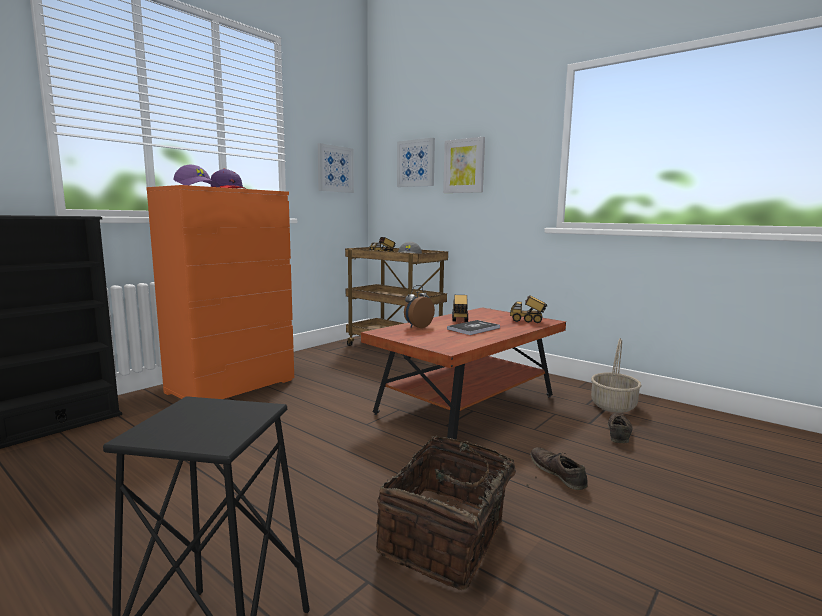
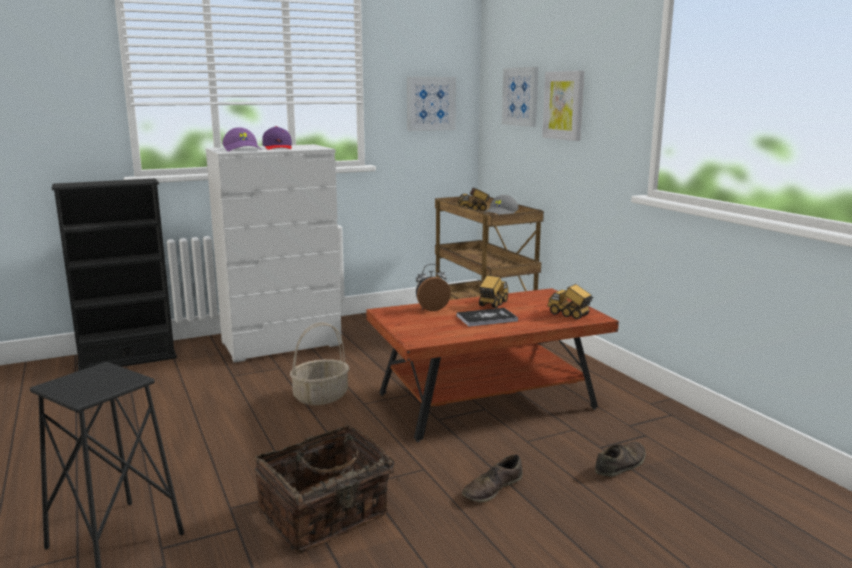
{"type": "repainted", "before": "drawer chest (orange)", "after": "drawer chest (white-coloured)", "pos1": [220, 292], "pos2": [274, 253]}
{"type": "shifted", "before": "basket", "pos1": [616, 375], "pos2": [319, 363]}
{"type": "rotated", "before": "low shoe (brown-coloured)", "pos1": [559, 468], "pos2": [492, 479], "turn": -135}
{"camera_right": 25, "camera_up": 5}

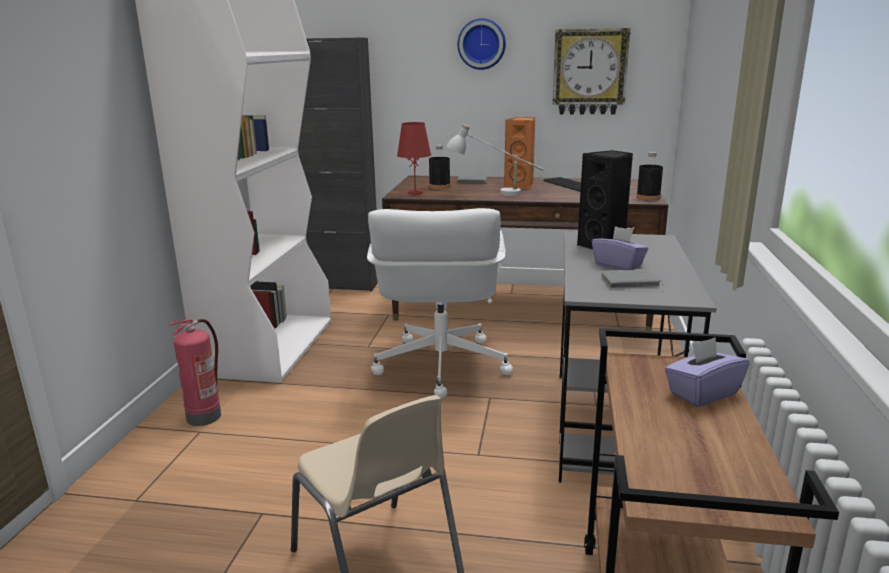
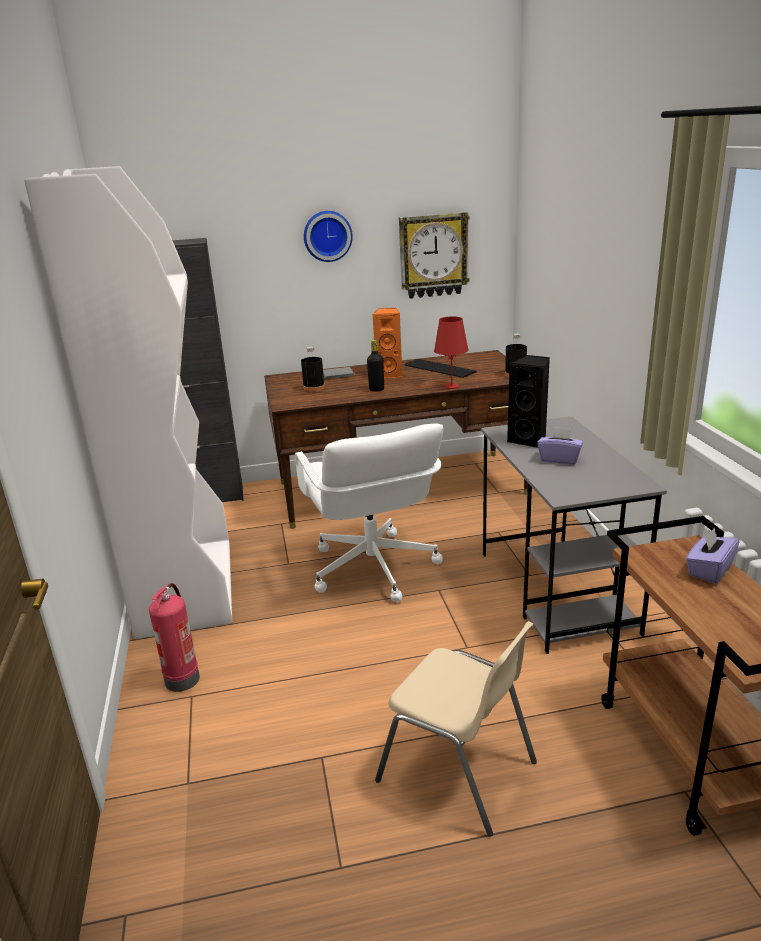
{"type": "swapped", "before": "tabletop lamp (white-coloured)", "after": "drink bottle (black)", "pos1": [495, 160], "pos2": [375, 366]}
{"type": "shifted", "before": "tabletop lamp (red)", "pos1": [414, 158], "pos2": [451, 352]}
{"type": "gone", "before": "book (grey)", "pos1": [632, 278]}
{"camera_right": -20, "camera_up": 5}

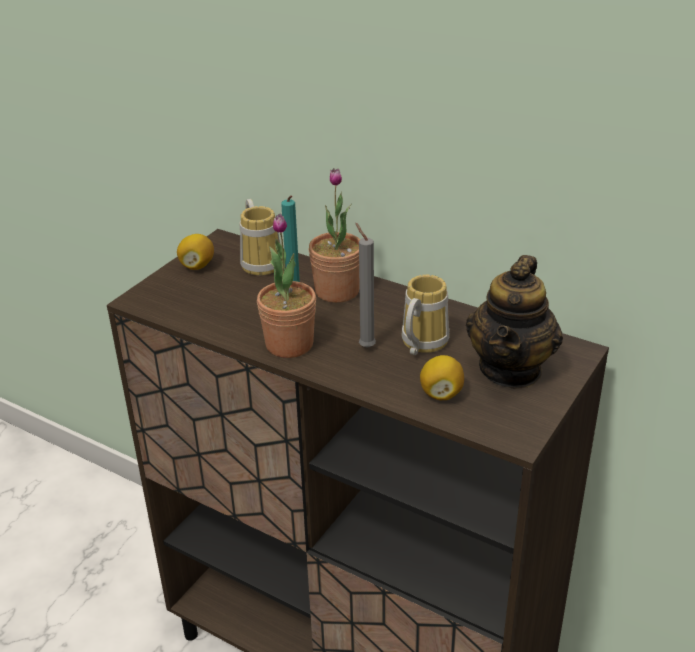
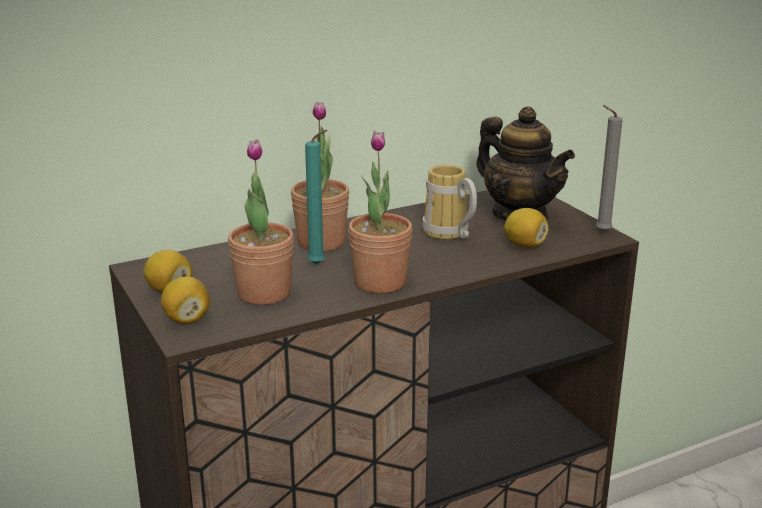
{"type": "new", "after": "lemon", "pos2": [185, 300]}
{"type": "new", "after": "houseplant", "pos2": [261, 222]}
{"type": "shifted", "before": "candle (grey)", "pos1": [365, 285], "pos2": [609, 168]}
{"type": "gone", "before": "coffee mug", "pos1": [260, 237]}
{"camera_right": -60, "camera_up": -10}

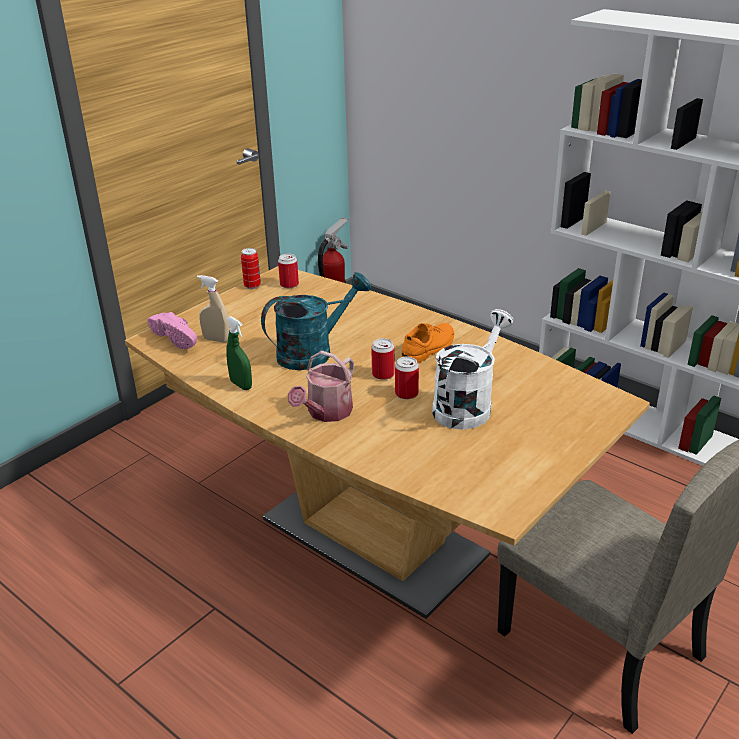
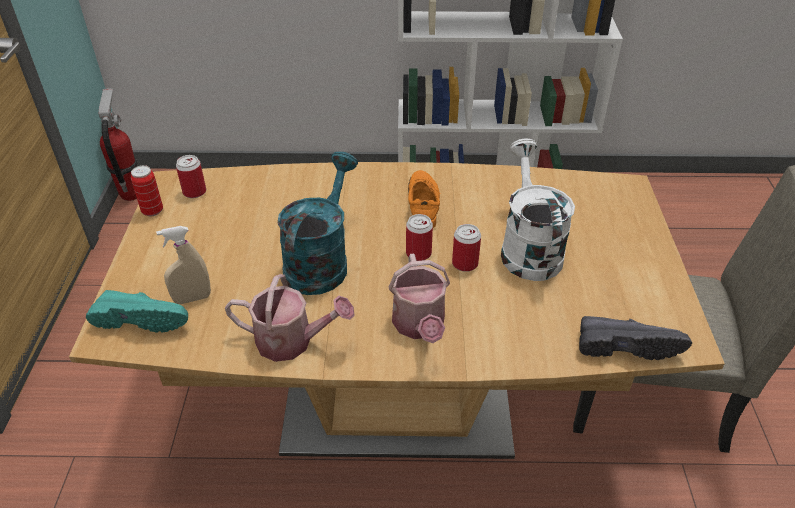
{"type": "repainted", "before": "low shoe (pinkish)", "after": "low shoe (blue-green)", "pos1": [172, 330], "pos2": [137, 311]}
{"type": "swapped", "before": "sprayer (greenish)", "after": "sprinkling can", "pos1": [239, 353], "pos2": [290, 318]}
{"type": "new", "after": "low shoe (black)", "pos2": [635, 338]}
{"camera_right": -40, "camera_up": 10}

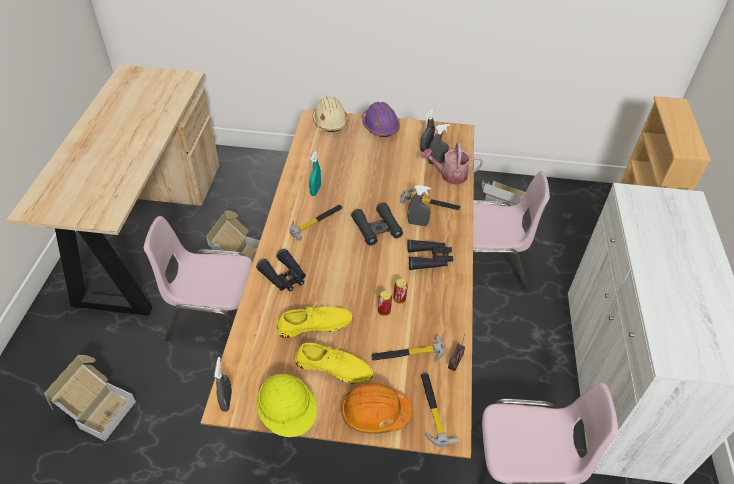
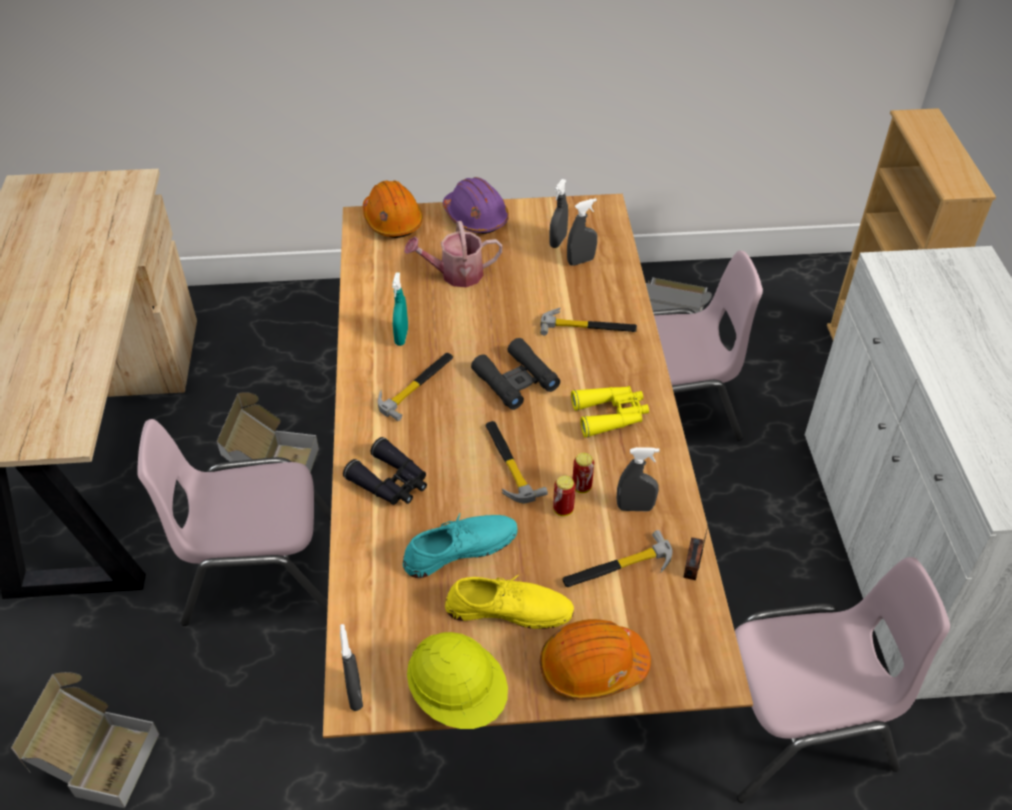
{"type": "repainted", "before": "safety helmet (beige-coloured)", "after": "safety helmet (orange)", "pos1": [330, 114], "pos2": [393, 209]}
{"type": "repainted", "before": "low shoe (yellow-coloured)", "after": "low shoe (blue-green)", "pos1": [314, 321], "pos2": [460, 545]}
{"type": "shifted", "before": "sprinkling can", "pos1": [452, 164], "pos2": [453, 254]}
{"type": "shifted", "before": "hand hammer", "pos1": [439, 410], "pos2": [516, 462]}
{"type": "repainted", "before": "pair of binoculars (black)", "after": "pair of binoculars (yellow-coloured)", "pos1": [430, 254], "pos2": [610, 412]}
{"type": "shifted", "before": "sprayer (grey)", "pos1": [419, 205], "pos2": [638, 479]}
{"camera_right": -10, "camera_up": 0}

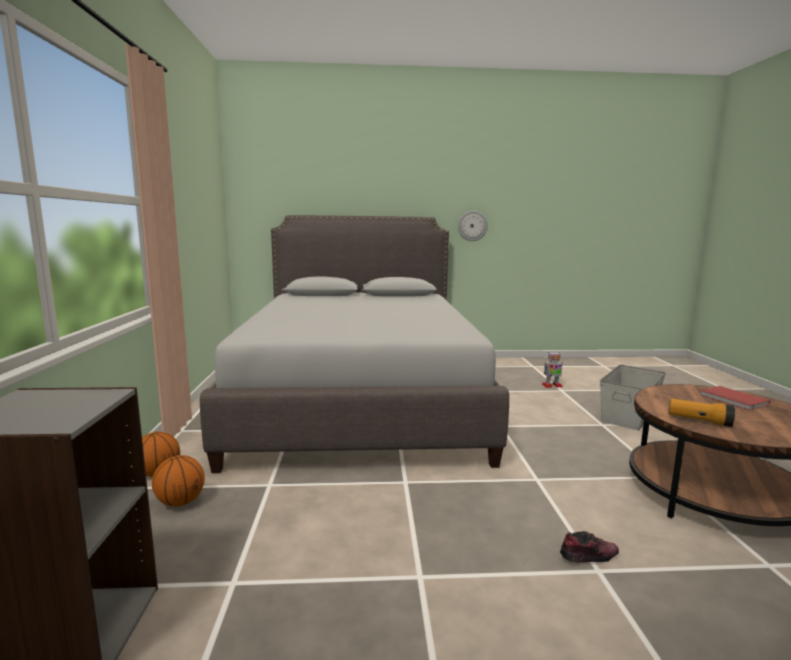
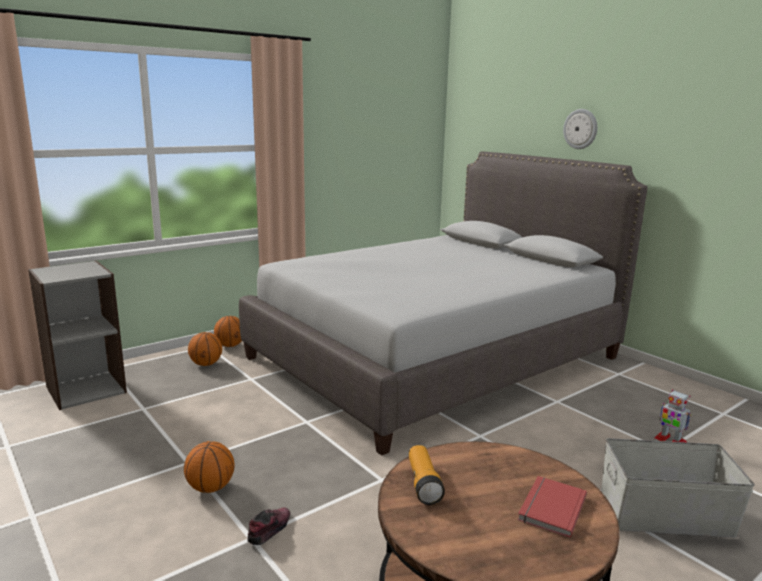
{"type": "new", "after": "ball for basketball", "pos2": [209, 467]}
{"type": "rotated", "before": "low shoe", "pos1": [589, 546], "pos2": [268, 526], "turn": -105}
{"type": "shifted", "before": "hanging clock", "pos1": [473, 225], "pos2": [580, 129]}
{"camera_right": 55, "camera_up": 5}

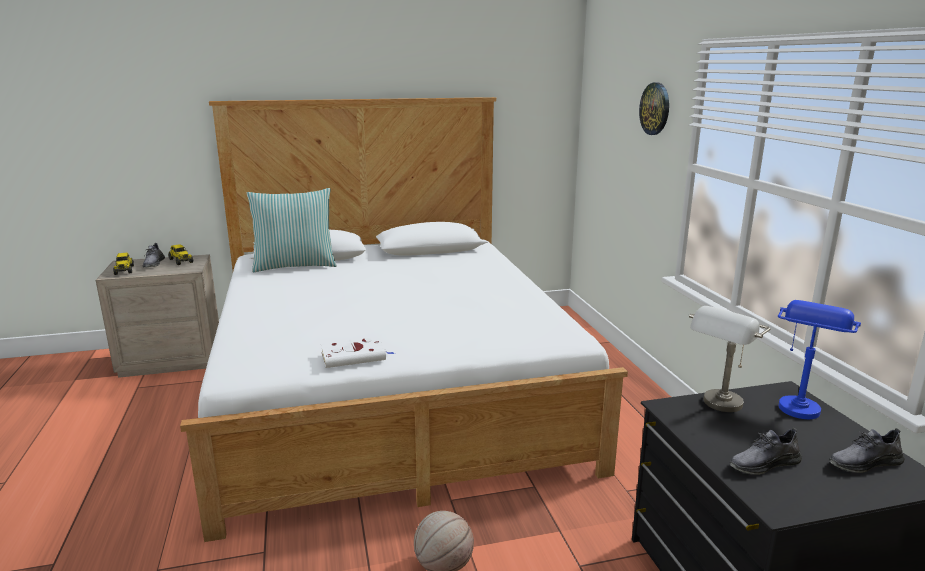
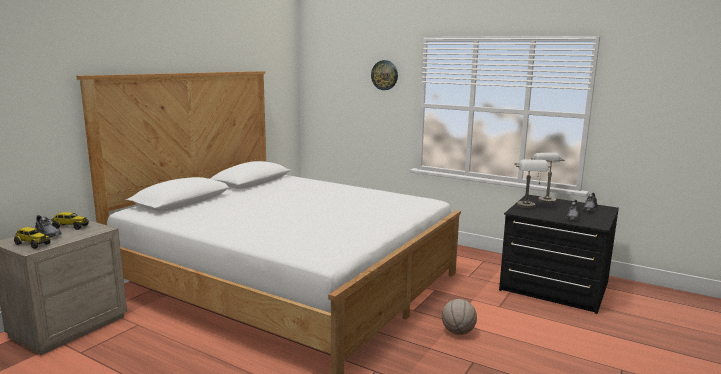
{"type": "repainted", "before": "tabletop lamp (blue-coloured)", "after": "tabletop lamp (grey)", "pos1": [819, 359], "pos2": [548, 178]}
{"type": "gone", "before": "cushion", "pos1": [292, 230]}
{"type": "gone", "before": "book (white-coloured)", "pos1": [358, 352]}
{"camera_right": -45, "camera_up": -5}

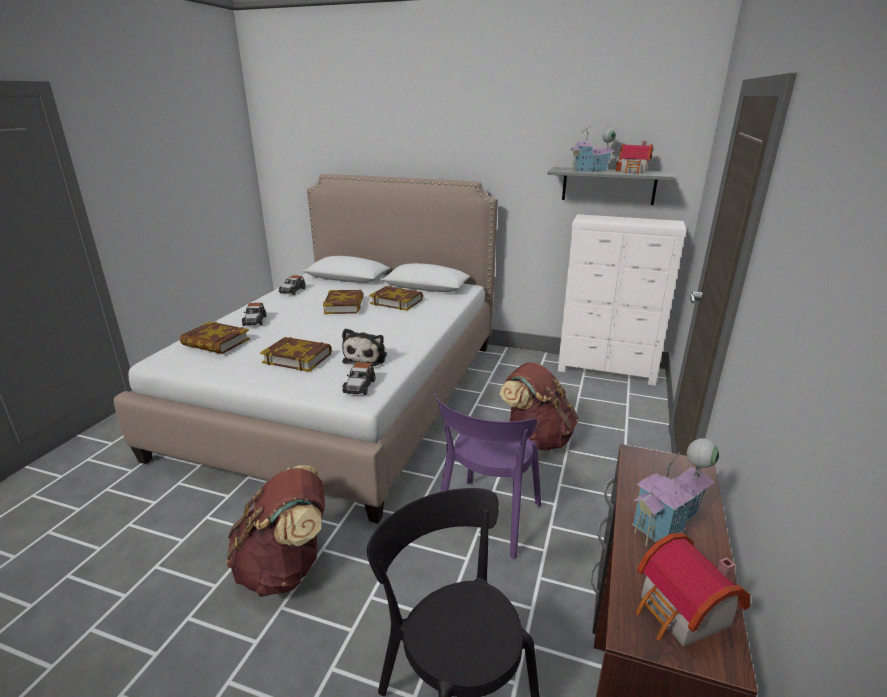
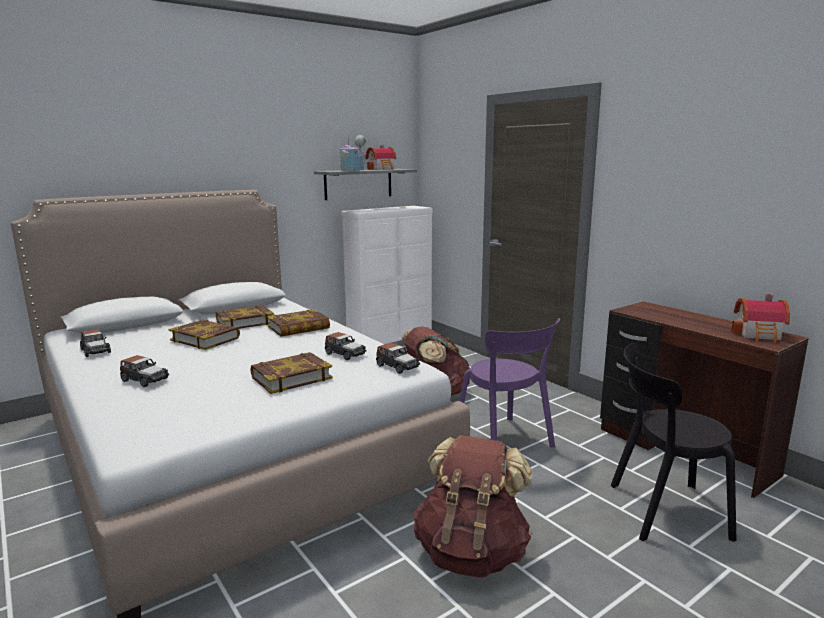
{"type": "shifted", "before": "book", "pos1": [215, 337], "pos2": [298, 323]}
{"type": "swapped", "before": "cuddly toy", "after": "model car", "pos1": [364, 347], "pos2": [346, 346]}
{"type": "gone", "before": "miniature house", "pos1": [675, 492]}
{"camera_right": -55, "camera_up": -10}

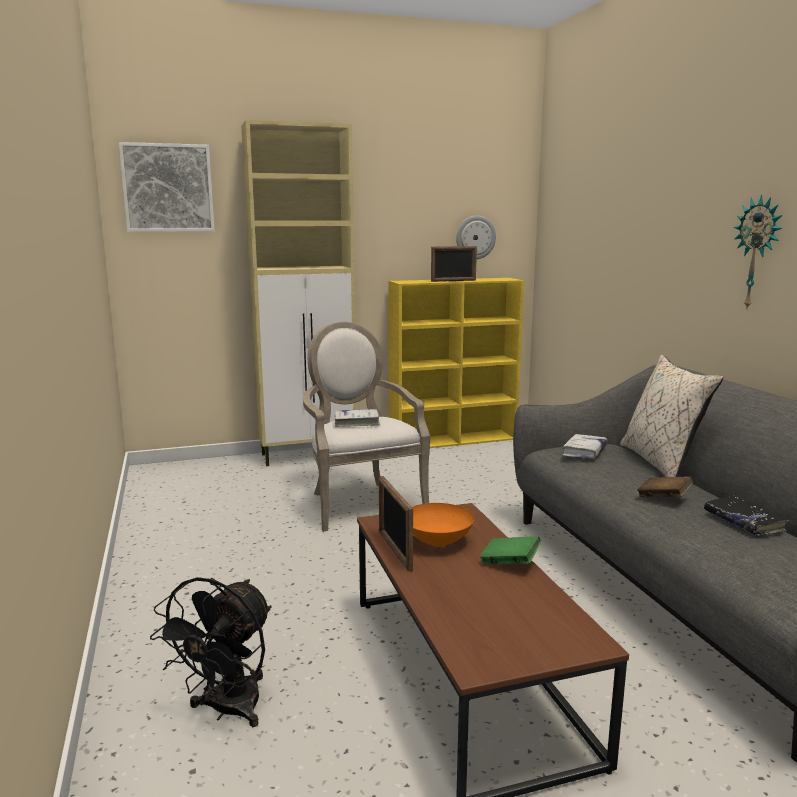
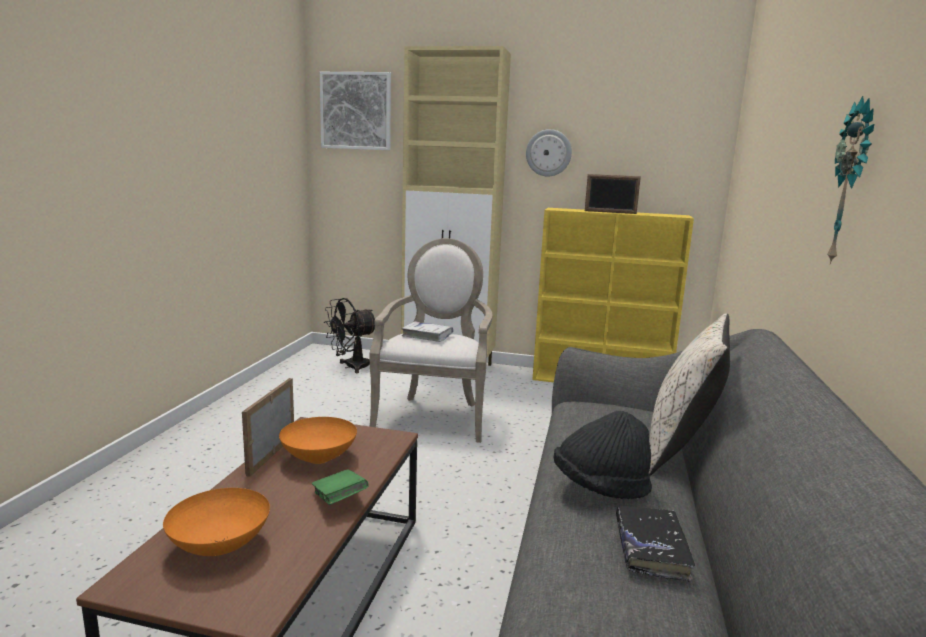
{"type": "new", "after": "deep dish (orange)", "pos2": [216, 522]}
{"type": "shifted", "before": "cooling fan (black)", "pos1": [211, 652], "pos2": [349, 335]}
{"type": "shifted", "before": "hanging clock", "pos1": [476, 238], "pos2": [549, 153]}
{"type": "swapped", "before": "book (brown-coloured)", "after": "clothing hat (black)", "pos1": [665, 486], "pos2": [602, 455]}
{"type": "gone", "before": "book (white-coloured)", "pos1": [585, 446]}
{"camera_right": 30, "camera_up": 0}

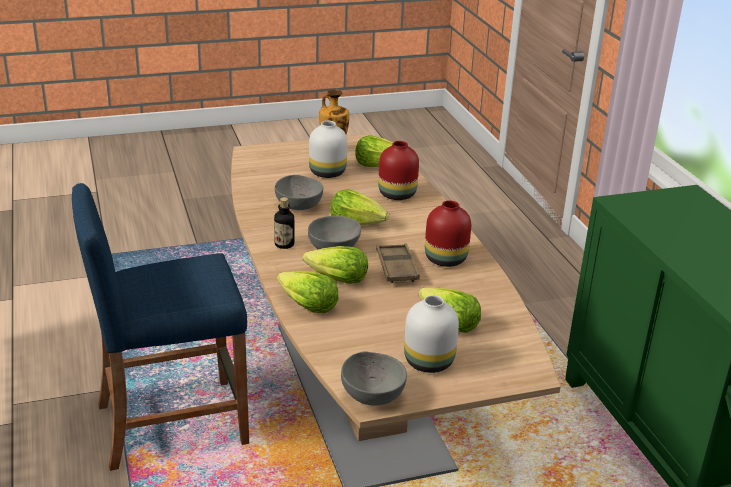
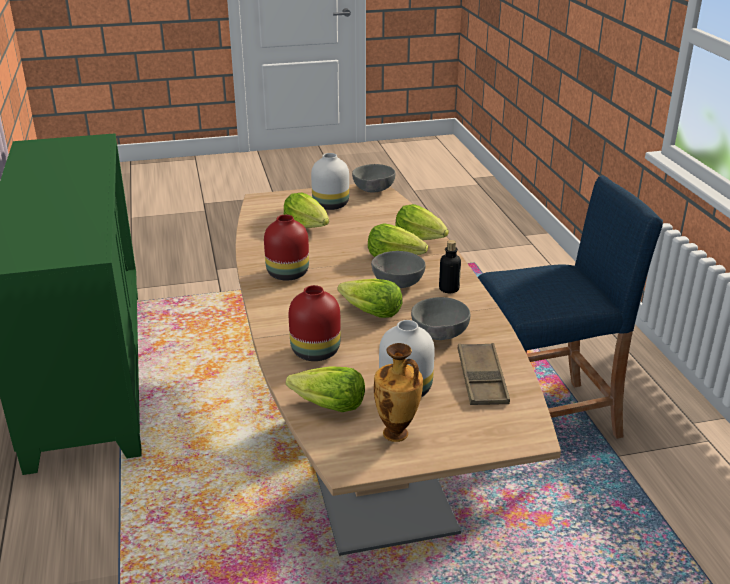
{"type": "shifted", "before": "serving tray (brown-coloured)", "pos1": [398, 263], "pos2": [484, 374]}
{"camera_right": -175, "camera_up": 0}

